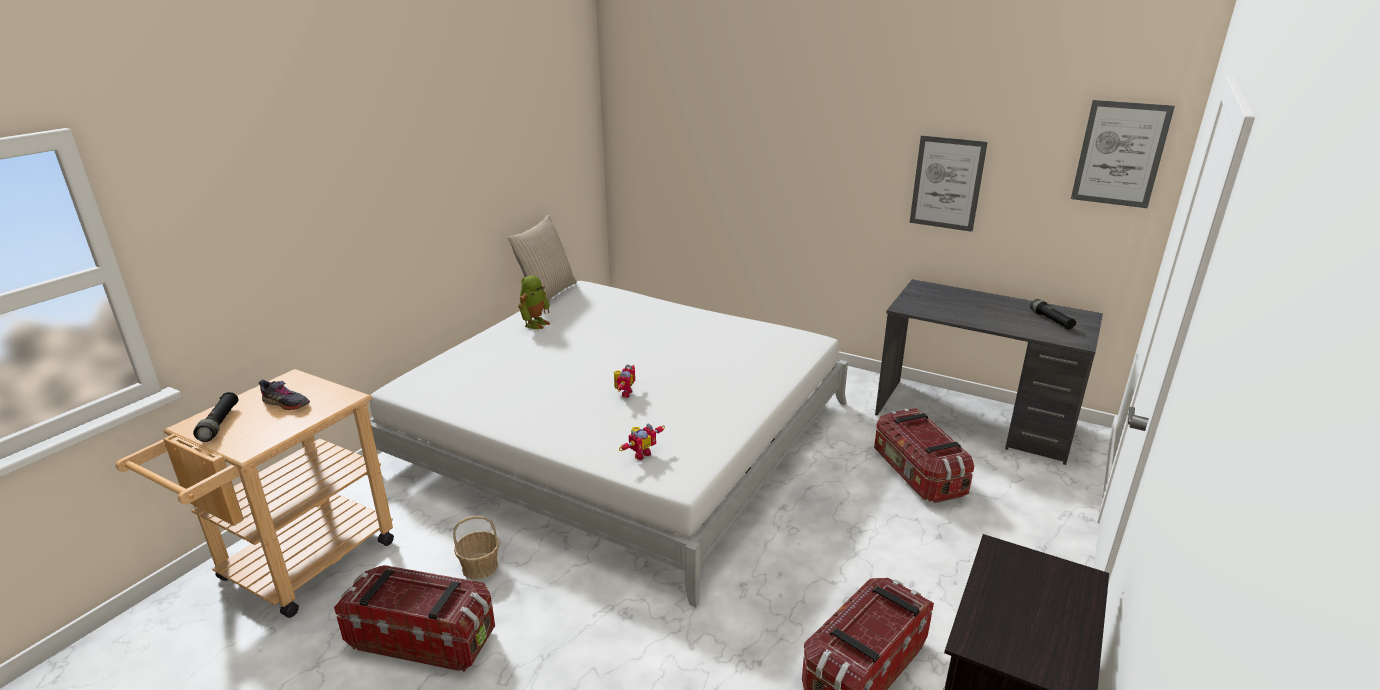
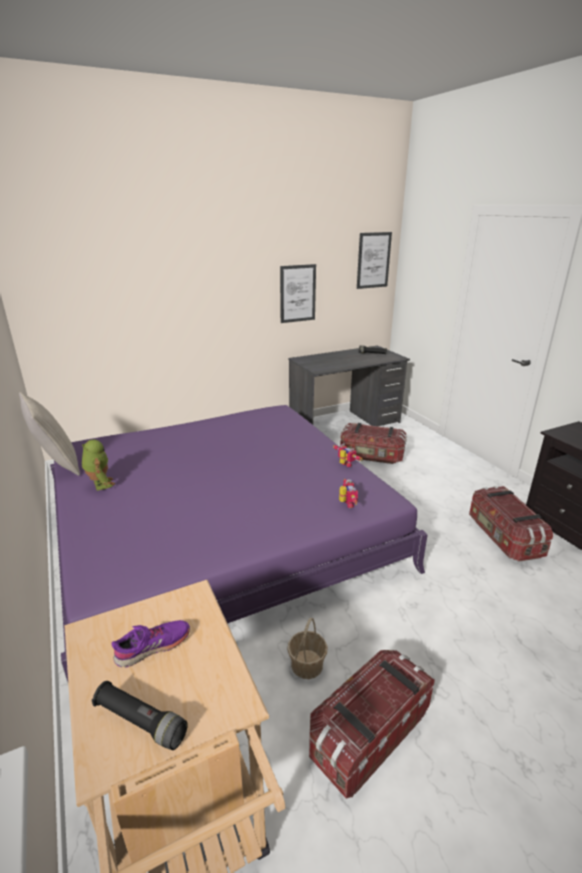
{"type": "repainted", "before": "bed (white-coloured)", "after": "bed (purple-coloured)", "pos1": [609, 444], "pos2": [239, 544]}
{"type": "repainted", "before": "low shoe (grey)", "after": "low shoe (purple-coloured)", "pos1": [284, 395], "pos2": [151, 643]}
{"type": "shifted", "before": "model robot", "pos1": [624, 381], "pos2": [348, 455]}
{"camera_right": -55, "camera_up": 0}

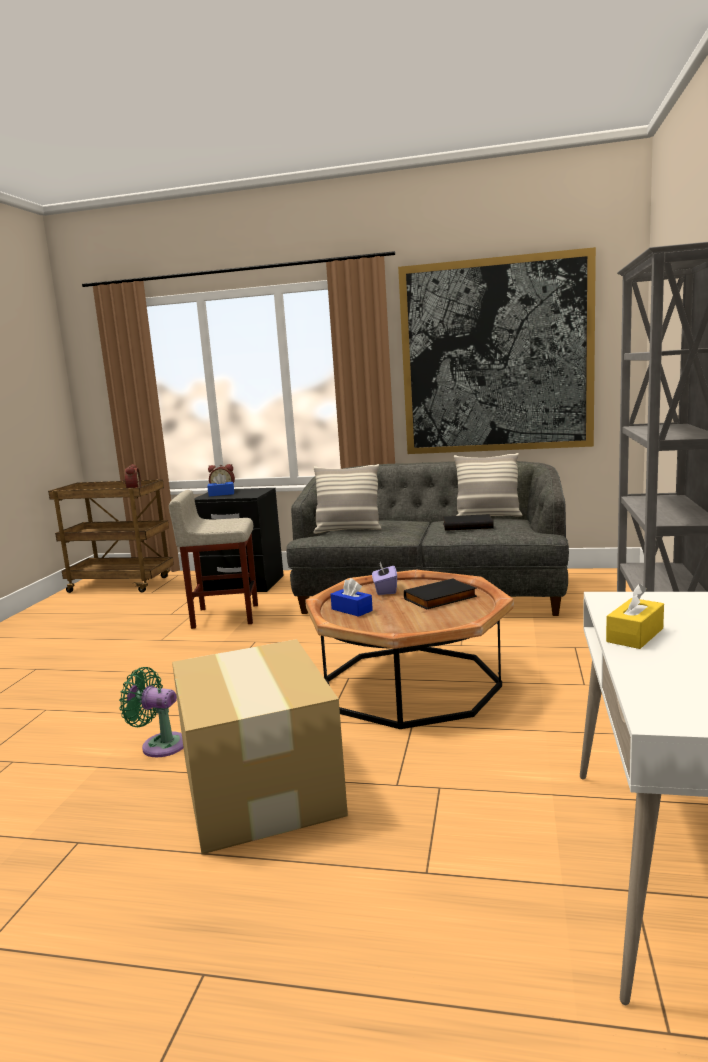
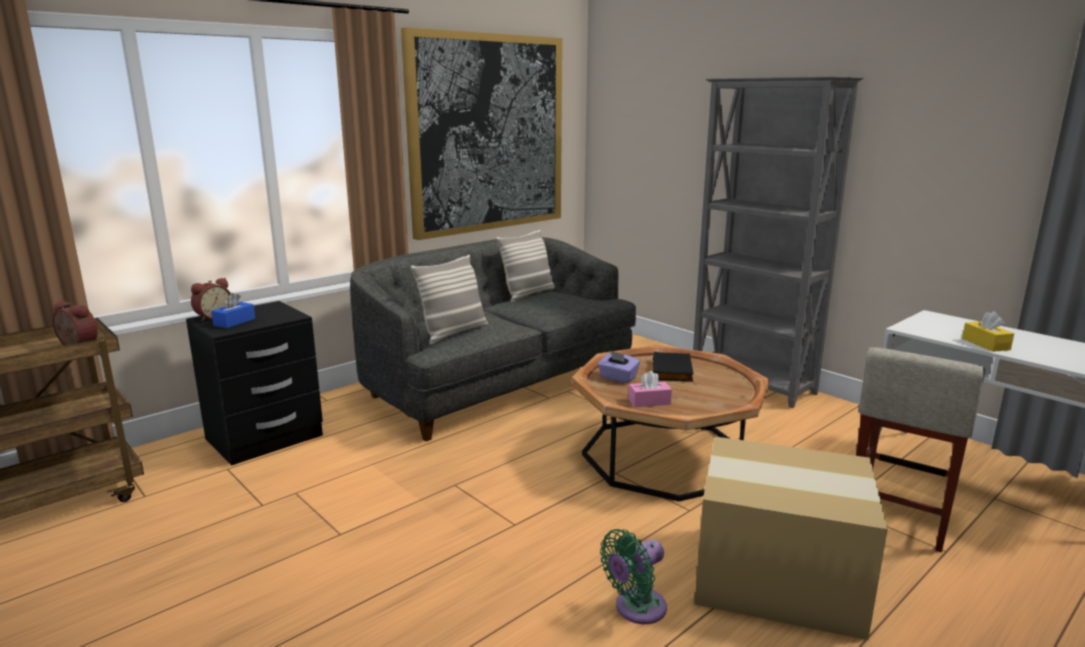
{"type": "repainted", "before": "tissue holder (blue-coloured)", "after": "tissue holder (pinkish)", "pos1": [352, 597], "pos2": [650, 389]}
{"type": "shifted", "before": "stool (beige-coloured)", "pos1": [213, 559], "pos2": [920, 450]}
{"type": "gone", "before": "book (black)", "pos1": [468, 522]}
{"camera_right": -55, "camera_up": 5}

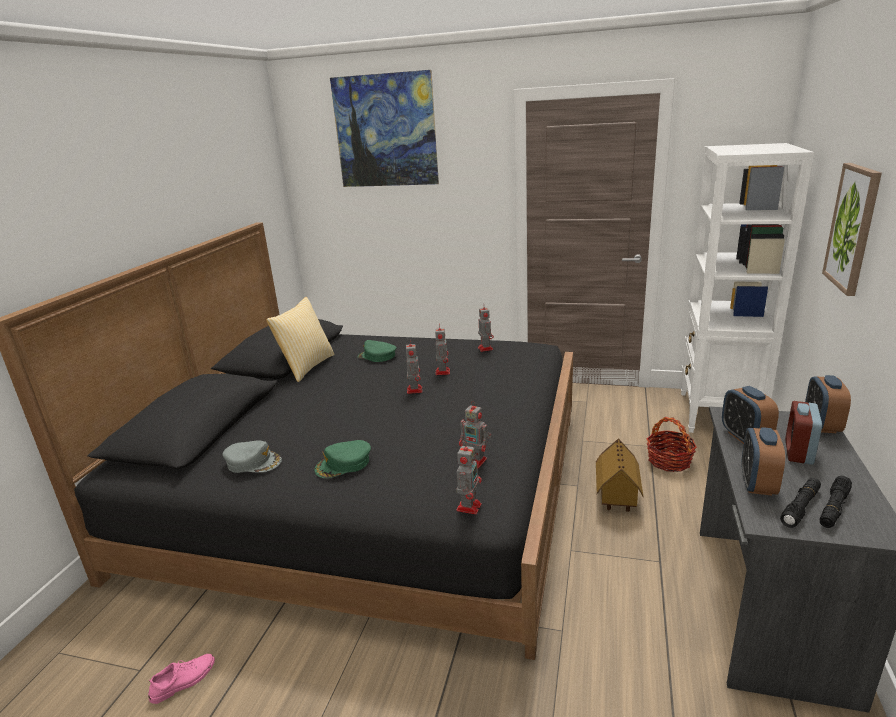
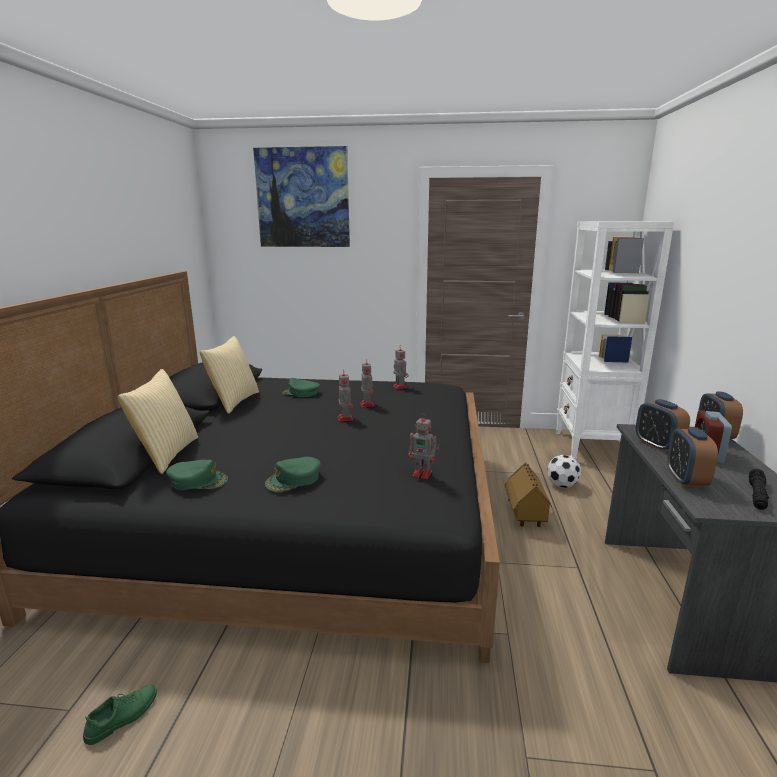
{"type": "repainted", "before": "low shoe (pinkish)", "after": "low shoe (greenish)", "pos1": [181, 679], "pos2": [120, 715]}
{"type": "new", "after": "cushion", "pos2": [158, 421]}
{"type": "repainted", "before": "baseball cap (grey)", "after": "baseball cap (greenish)", "pos1": [252, 457], "pos2": [197, 475]}
{"type": "swapped", "before": "basket", "after": "football ball", "pos1": [671, 444], "pos2": [564, 471]}
{"type": "gone", "before": "model robot", "pos1": [469, 477]}
{"type": "gone", "before": "hand torch (black)", "pos1": [800, 503]}
{"type": "gone", "before": "picture", "pos1": [852, 229]}
{"camera_right": -10, "camera_up": -5}

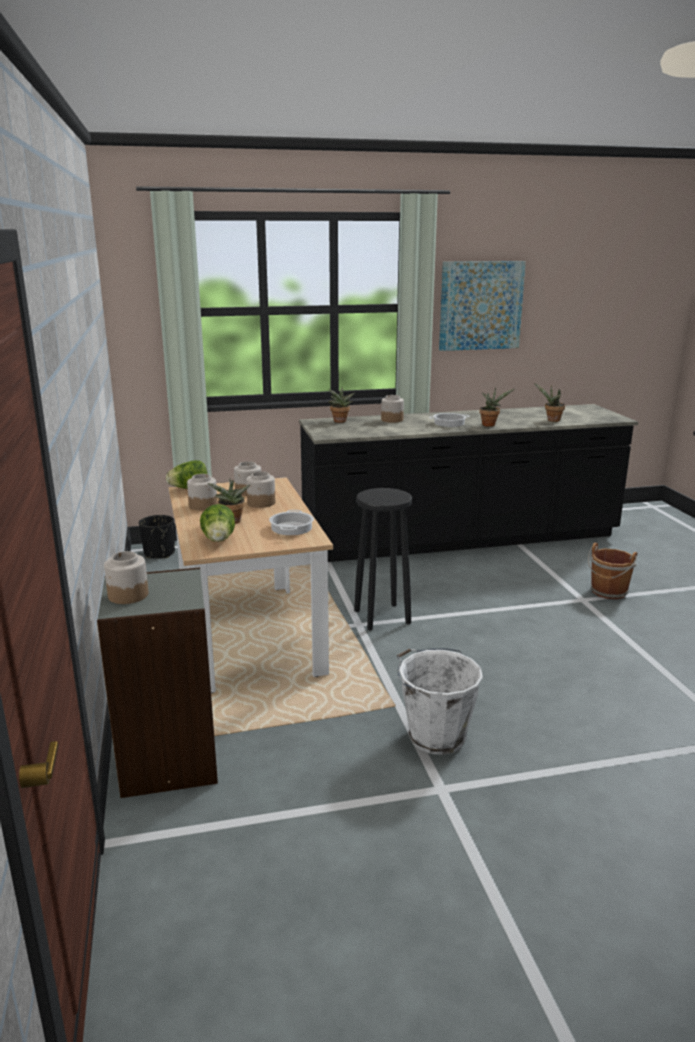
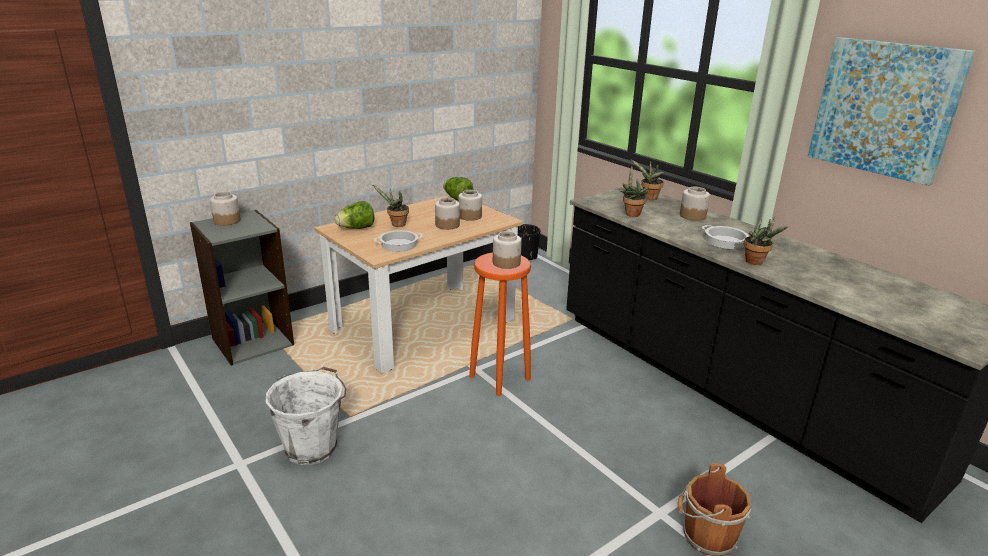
{"type": "repainted", "before": "stool (black)", "after": "stool (orange)", "pos1": [383, 559], "pos2": [500, 324]}
{"type": "shifted", "before": "preserve jar", "pos1": [202, 492], "pos2": [507, 250]}
{"type": "shifted", "before": "houseplant", "pos1": [549, 402], "pos2": [634, 192]}
{"camera_right": 65, "camera_up": 5}

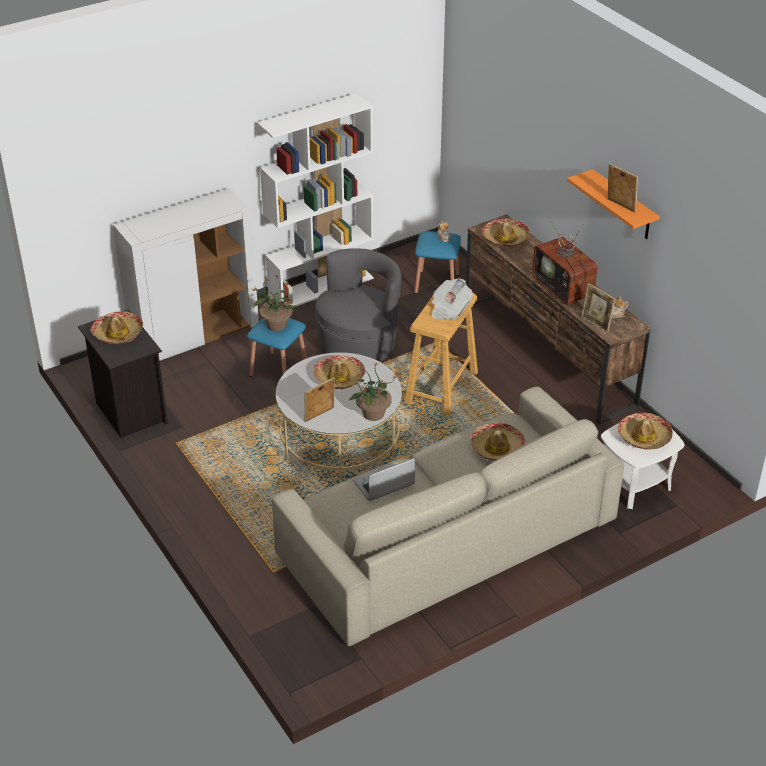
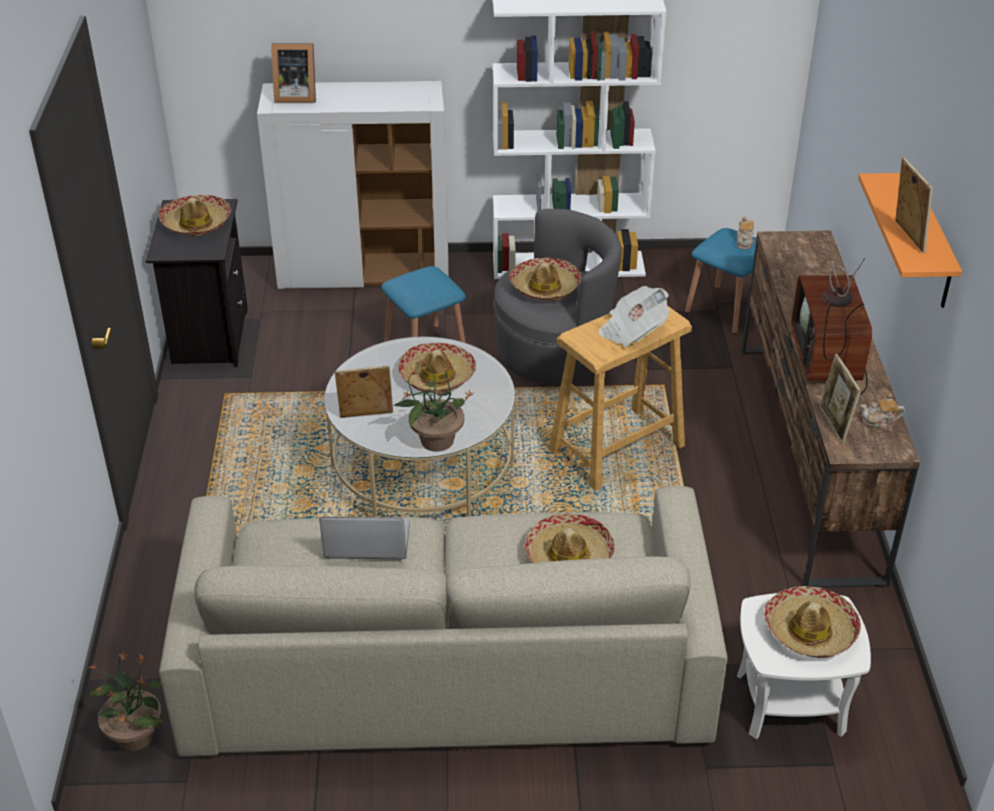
{"type": "shifted", "before": "houseplant", "pos1": [274, 303], "pos2": [125, 701]}
{"type": "new", "after": "picture frame", "pos2": [293, 73]}
{"type": "shifted", "before": "clothing hat", "pos1": [506, 233], "pos2": [545, 279]}
{"camera_right": 30, "camera_up": 0}

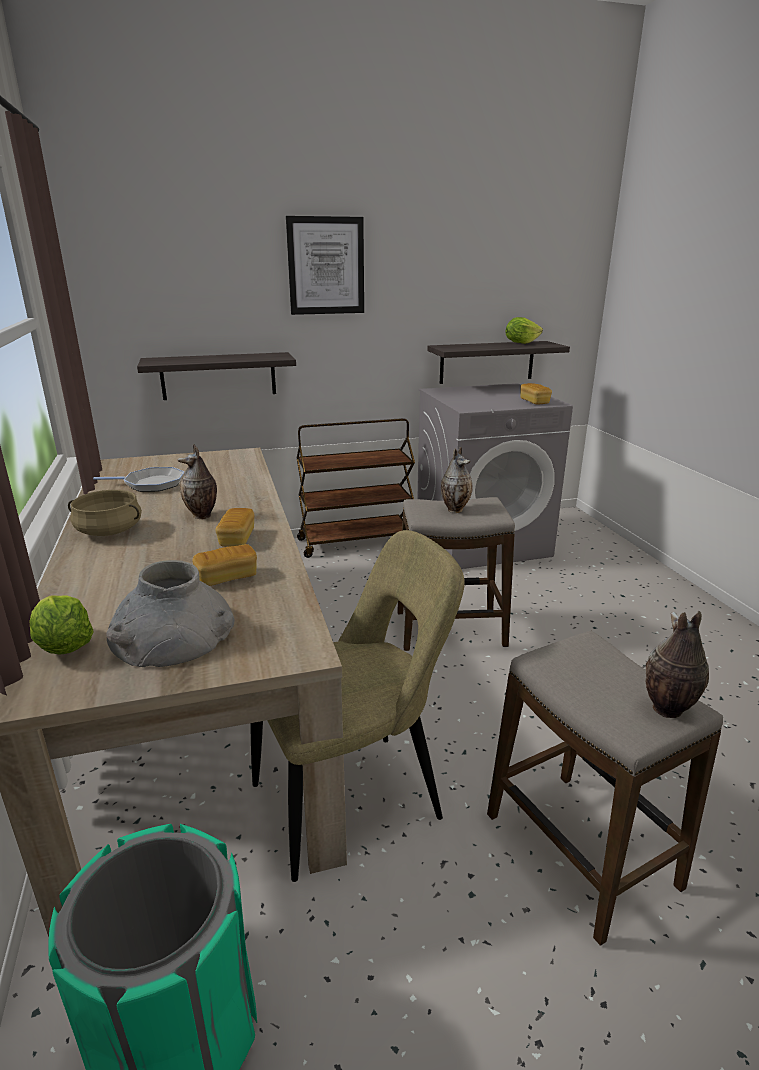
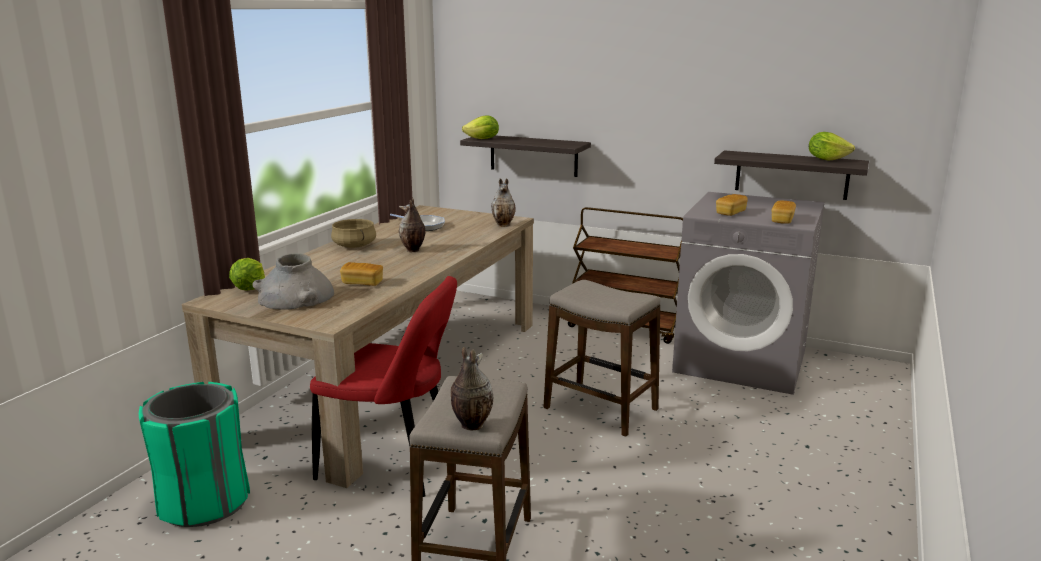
{"type": "repainted", "before": "chair (beige-coloured)", "after": "chair (red)", "pos1": [358, 706], "pos2": [383, 386]}
{"type": "new", "after": "head of lettuce", "pos2": [480, 127]}
{"type": "shifted", "before": "vase", "pos1": [457, 480], "pos2": [503, 202]}
{"type": "shifted", "before": "baked bread", "pos1": [234, 527], "pos2": [732, 205]}
{"type": "gone", "before": "picture", "pos1": [325, 265]}
{"camera_right": 40, "camera_up": -5}

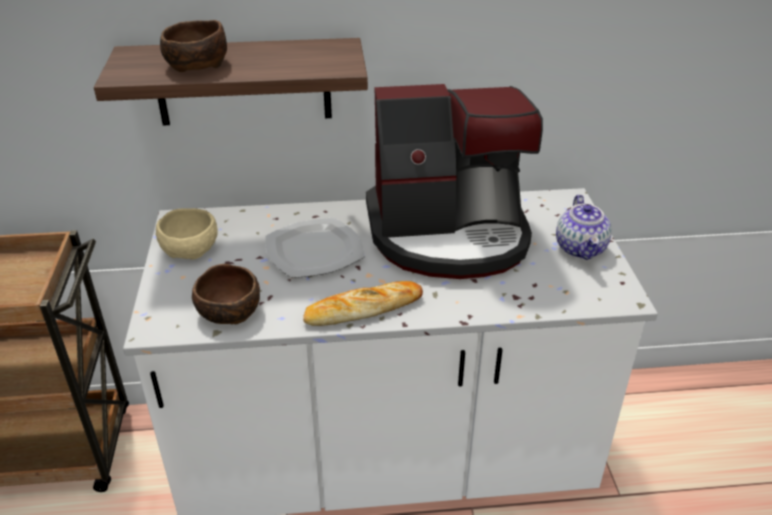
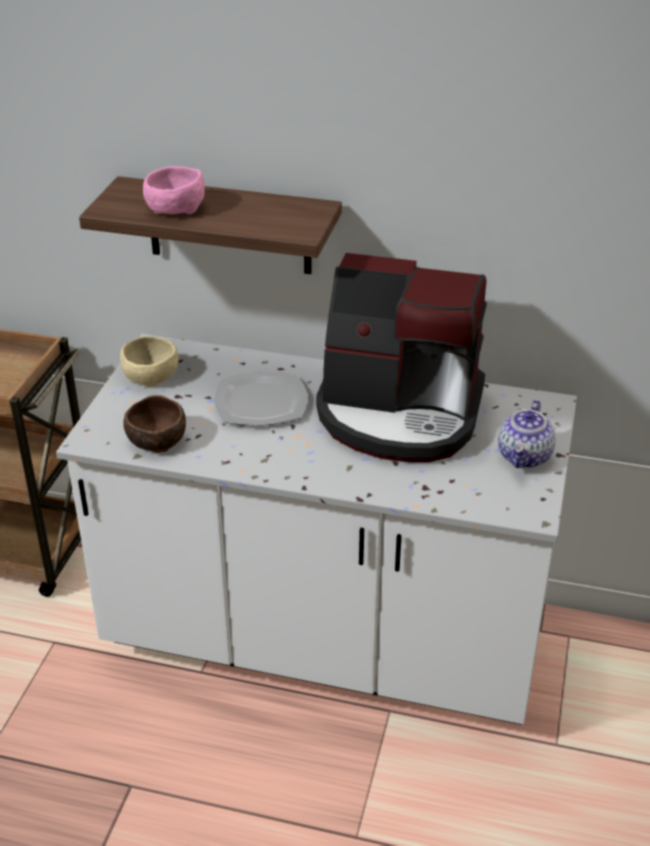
{"type": "repainted", "before": "deep dish (brown-coloured)", "after": "deep dish (pinkish)", "pos1": [193, 46], "pos2": [174, 190]}
{"type": "gone", "before": "baked bread", "pos1": [363, 303]}
{"camera_right": 20, "camera_up": 0}

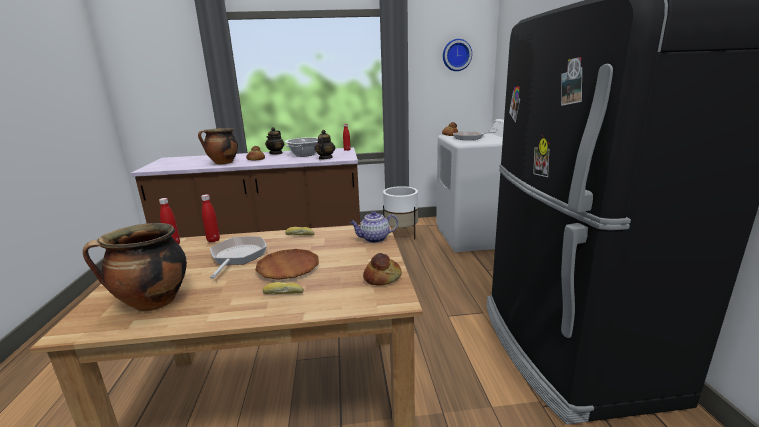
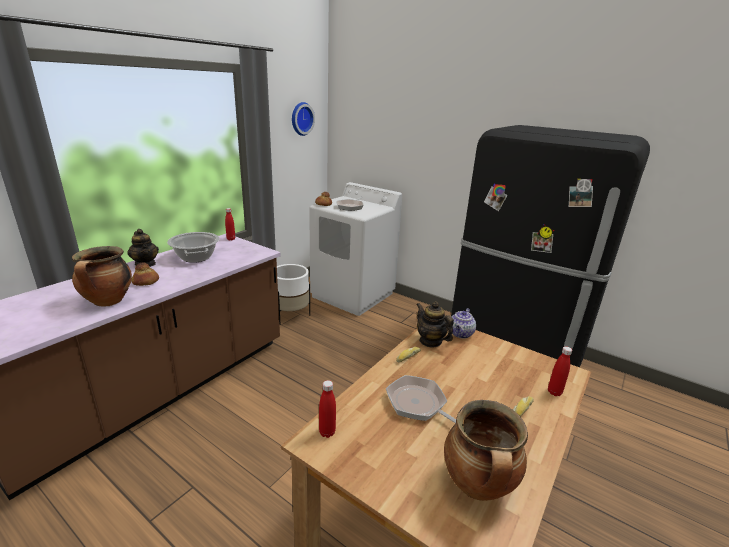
{"type": "shifted", "before": "tea pot", "pos1": [324, 145], "pos2": [435, 324]}
{"type": "shifted", "before": "drink bottle (red)", "pos1": [210, 218], "pos2": [560, 371]}
{"type": "gone", "before": "flat dish (brown-coloured)", "pos1": [287, 264]}
{"type": "gone", "before": "baked bread", "pos1": [382, 269]}
{"camera_right": -50, "camera_up": 5}

